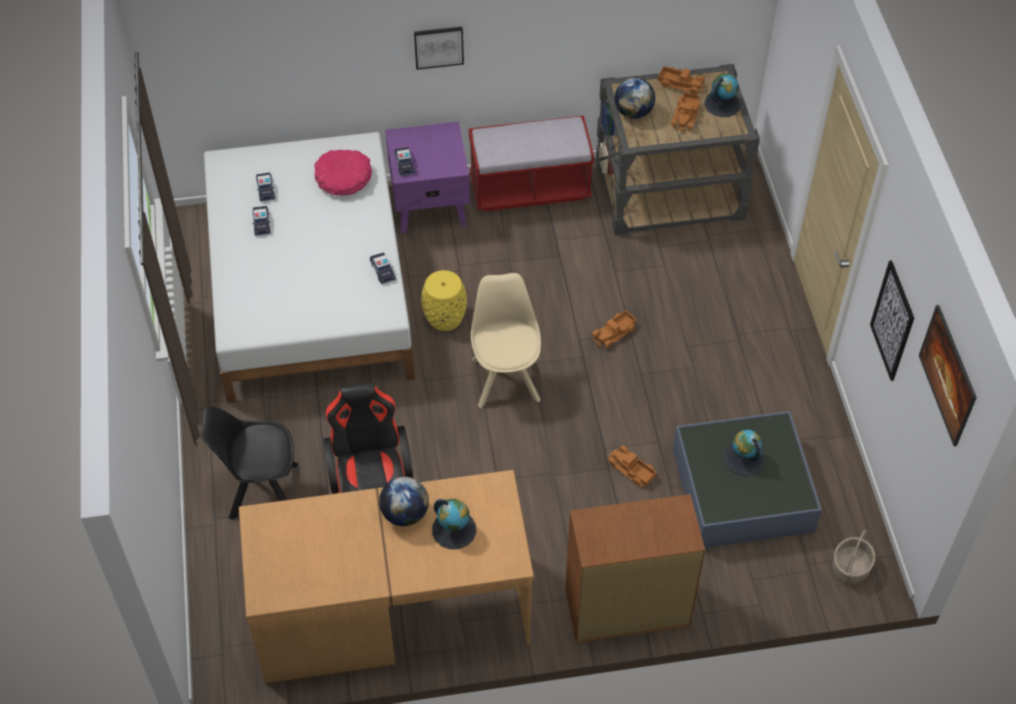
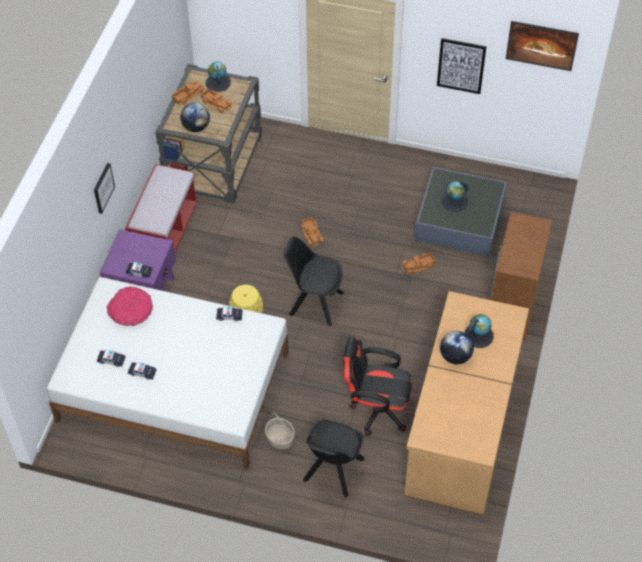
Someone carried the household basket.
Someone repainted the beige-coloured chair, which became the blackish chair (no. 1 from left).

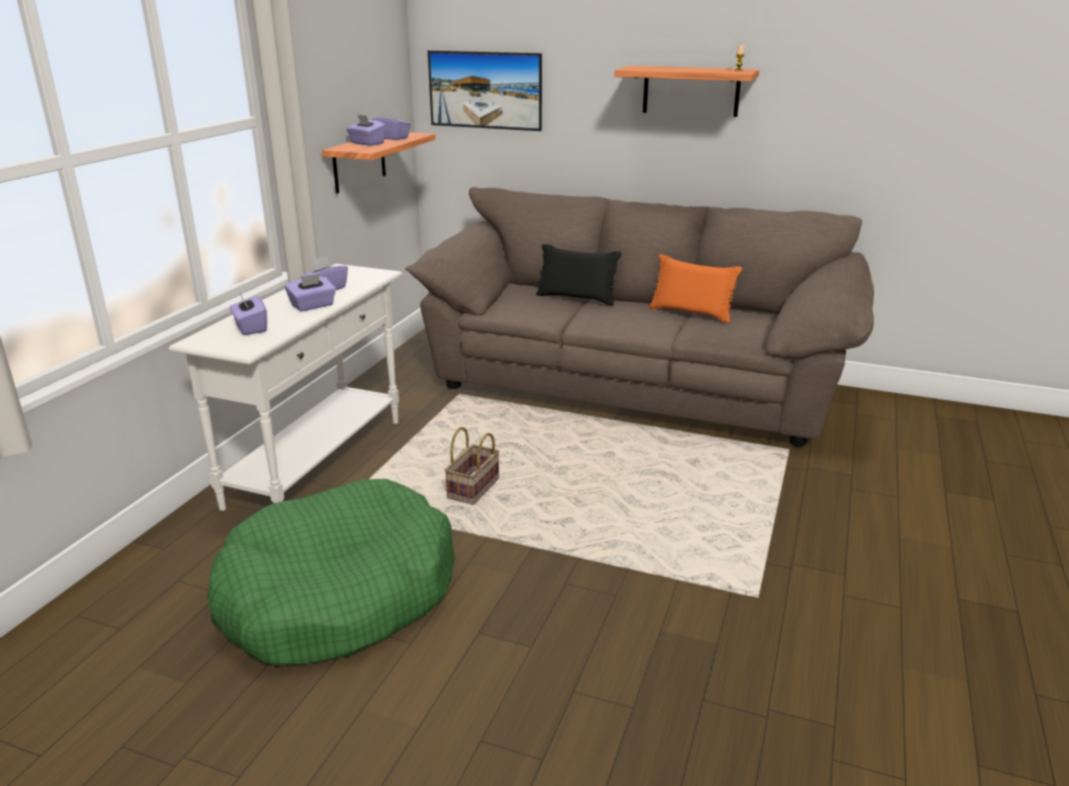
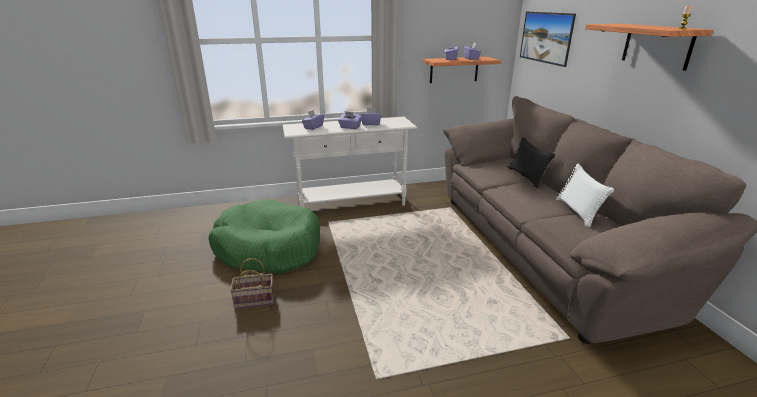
Someone carried the household basket.
Someone repainted the orange-coloured cushion, which became the white cushion.

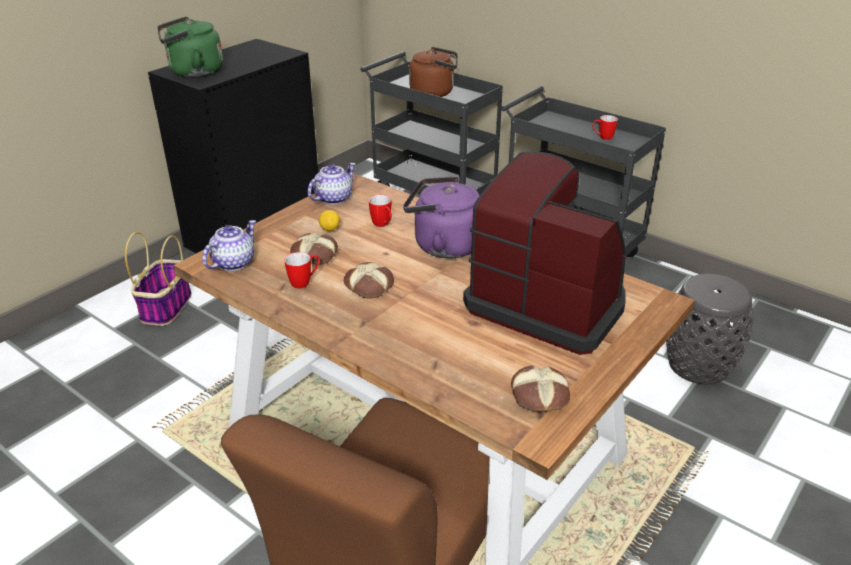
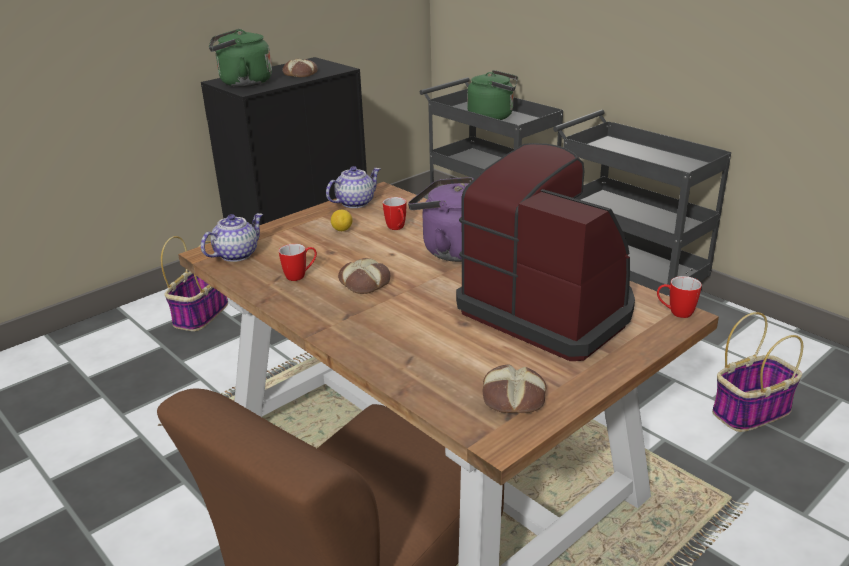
Someone carried the bakery bread (no. 1 from left).
Someone carried the coffee mug (no. 3 from left).
Someone swapped the gray stool seat for the household basket (no. 2 from left).
Someone repainted the brown-coloured tea kettle, which became the green-coloured tea kettle (no. 2 from left).

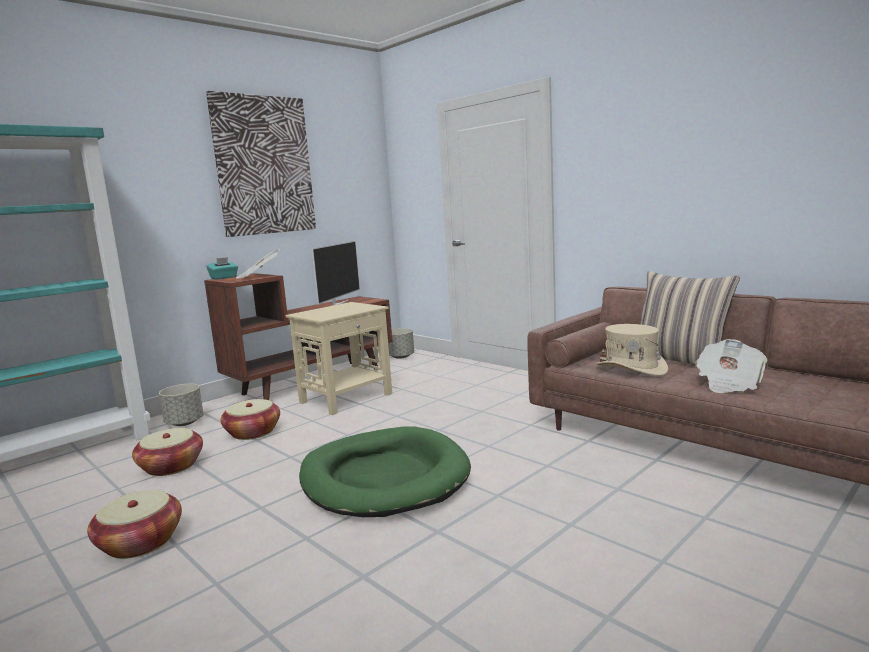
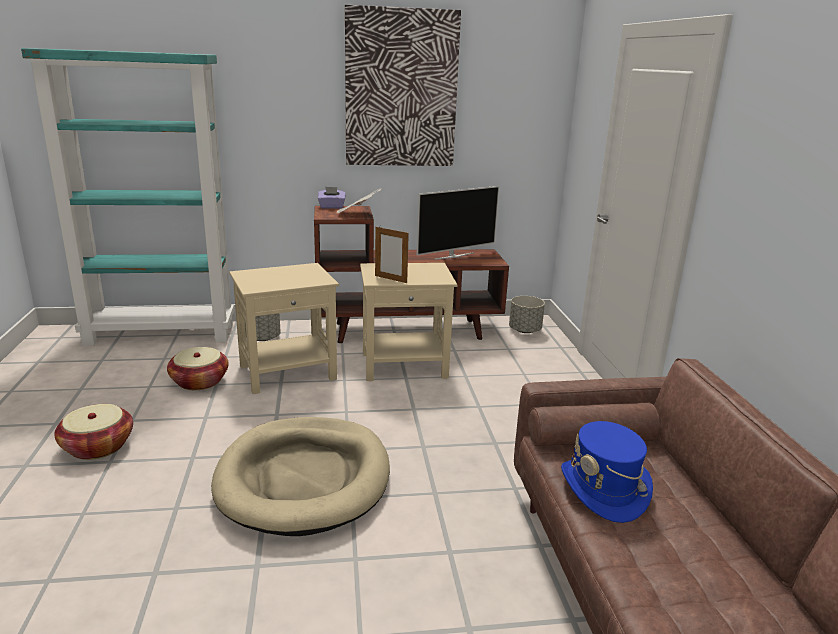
Someone took away the cushion.
Someone took away the printed paper (no. 2 from left).
Someone put down the photo frame.
Someone swapped the household basket (no. 3 from left) for the beige-coloured end table (no. 1 from left).
Someone repainted the turquoise tissue box, which became the purple tissue box.
Someone repainted the green-coloured pet bed, which became the beige-coloured pet bed.
Someone repainted the beige-coloured wearable hat, which became the blue-coloured wearable hat.

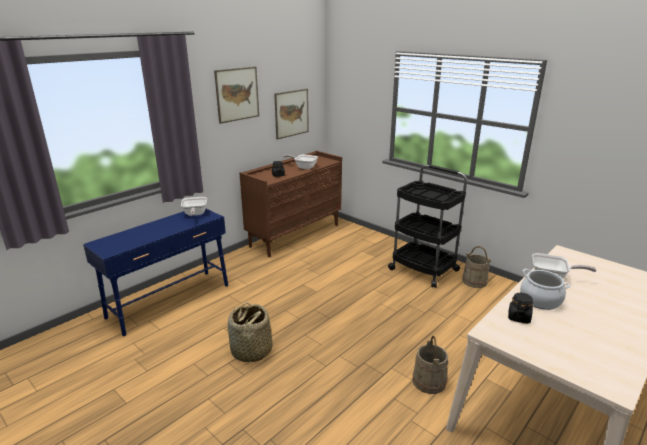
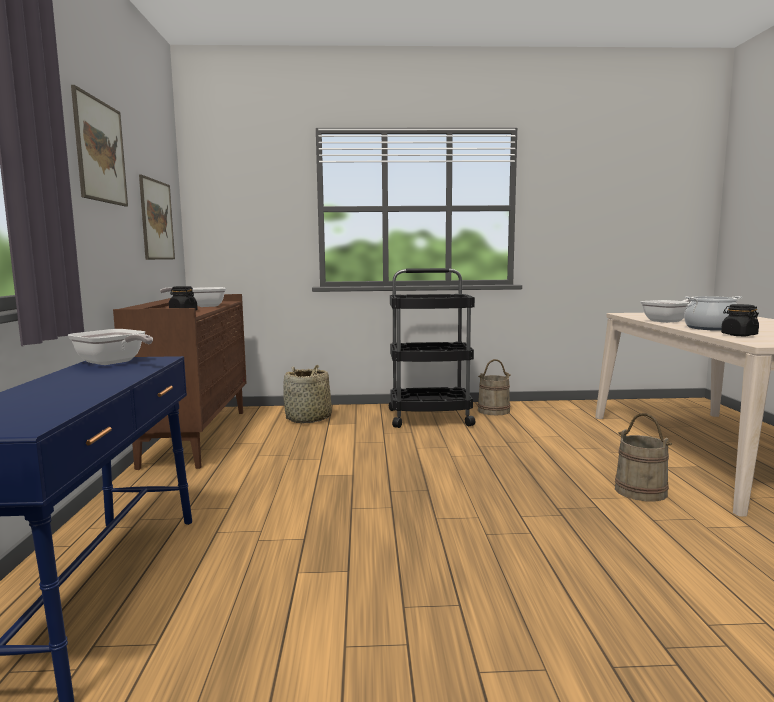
Someone carried the household basket.

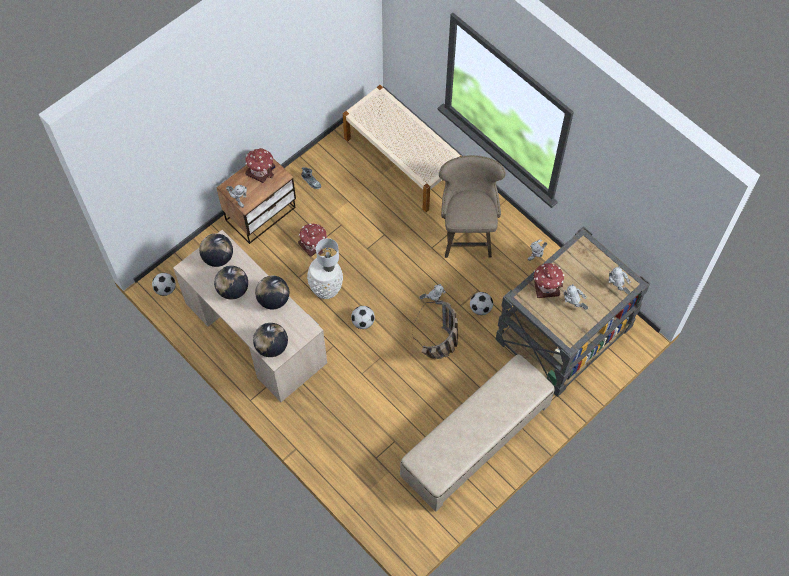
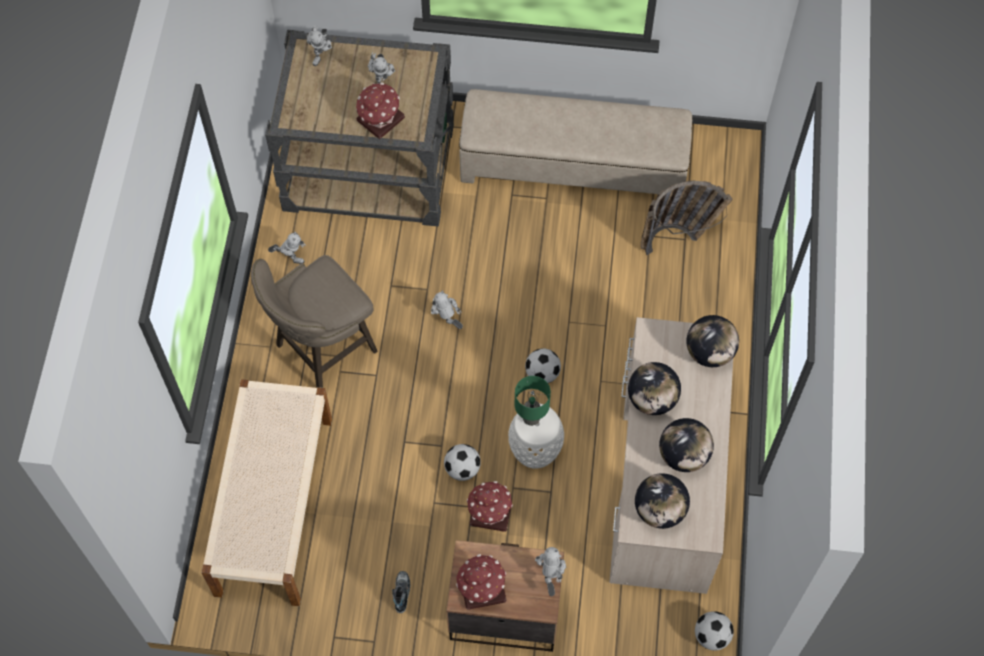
Someone carried the household basket.
Someone carried the football ball (no. 3 from left in the first image).
Someone repainted the white tabletop lamp, which became the green-coloured tabletop lamp.

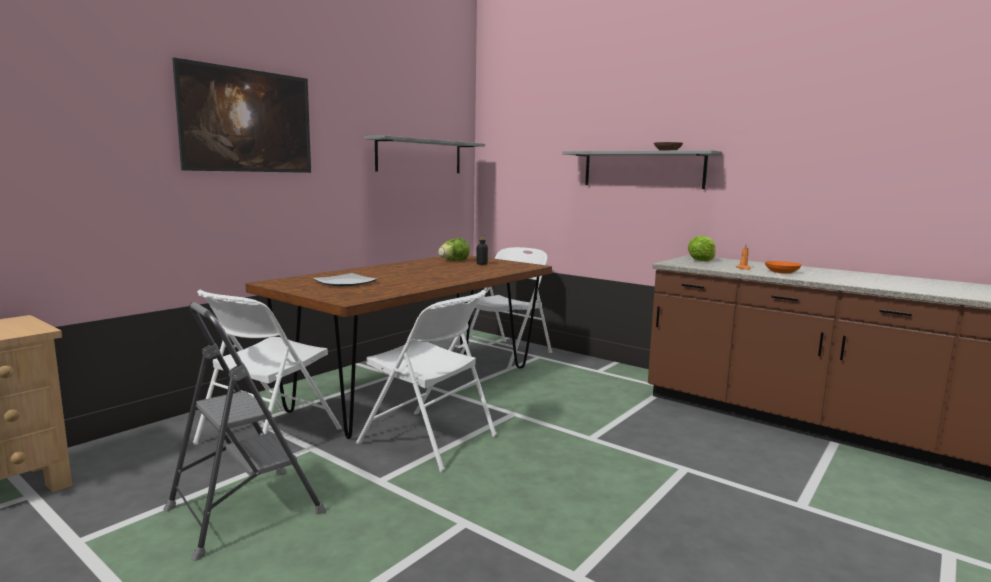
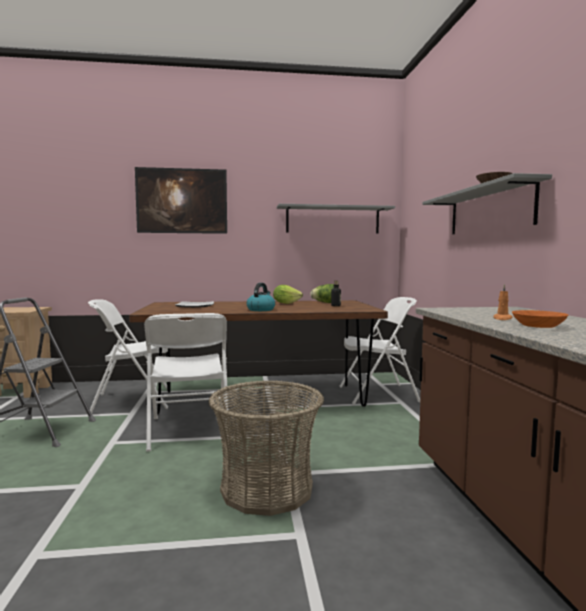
Someone put down the household basket.
Someone put down the tea kettle.
Someone carried the lettuce (no. 2 from left in the first image).

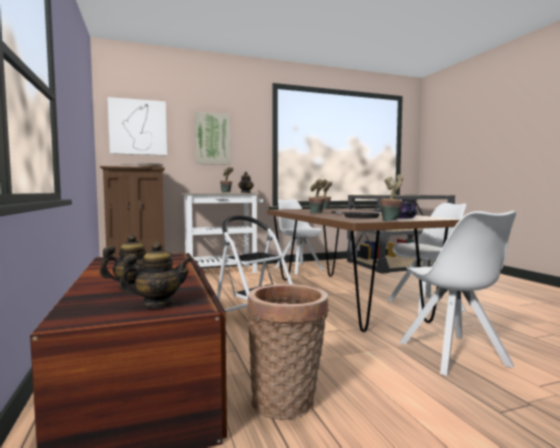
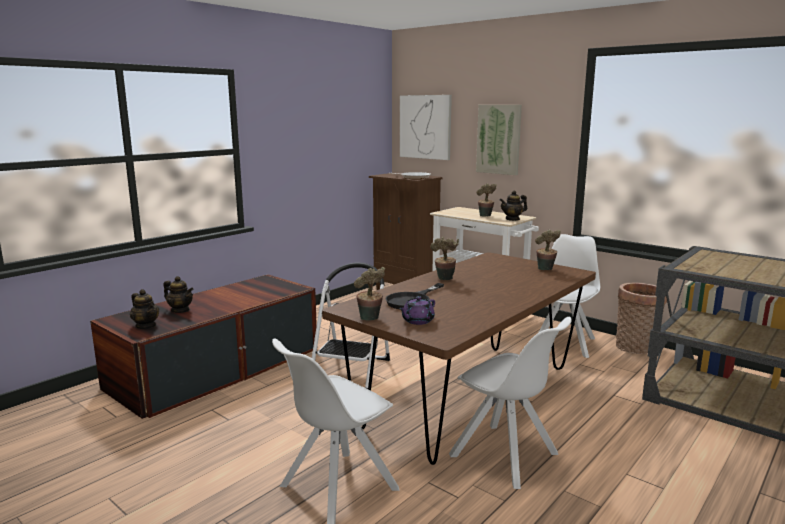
Someone carried the household basket.

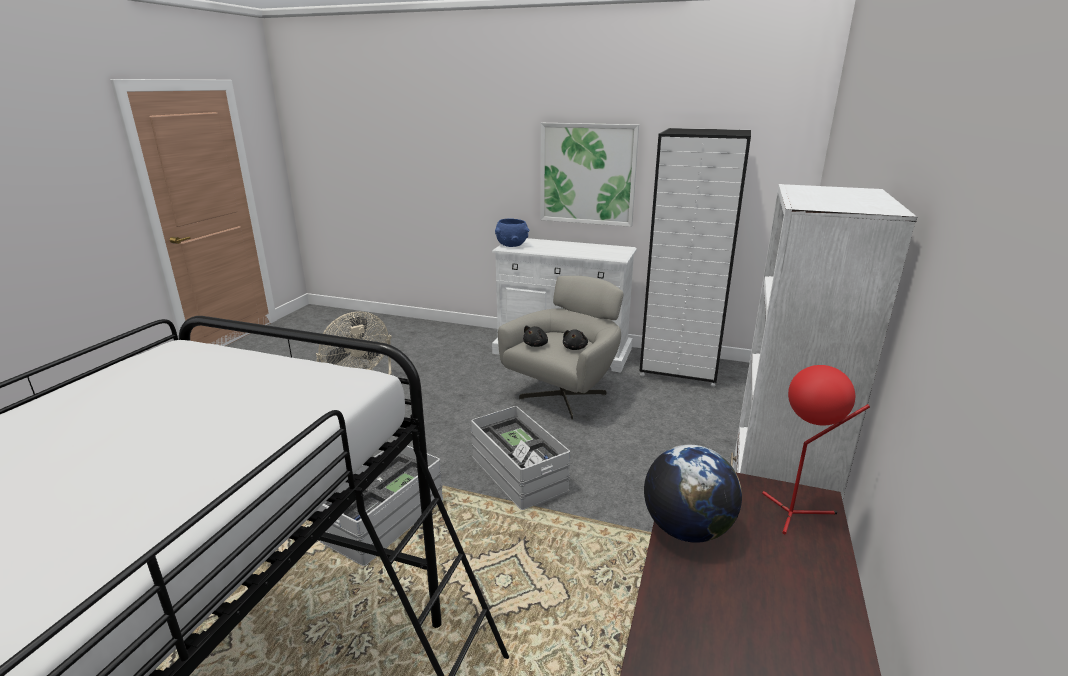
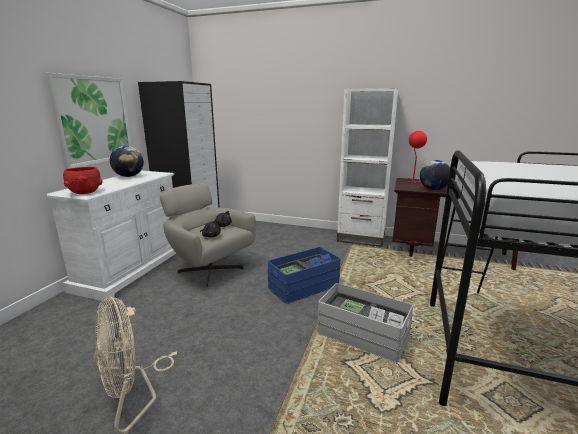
Someone put down the desk globe (no. 1 from left).
Someone repainted the gray storage box (no. 2 from left), which became the blue-coloured storage box.
Someone repainted the blue-coloured bowl, which became the red-coloured bowl.

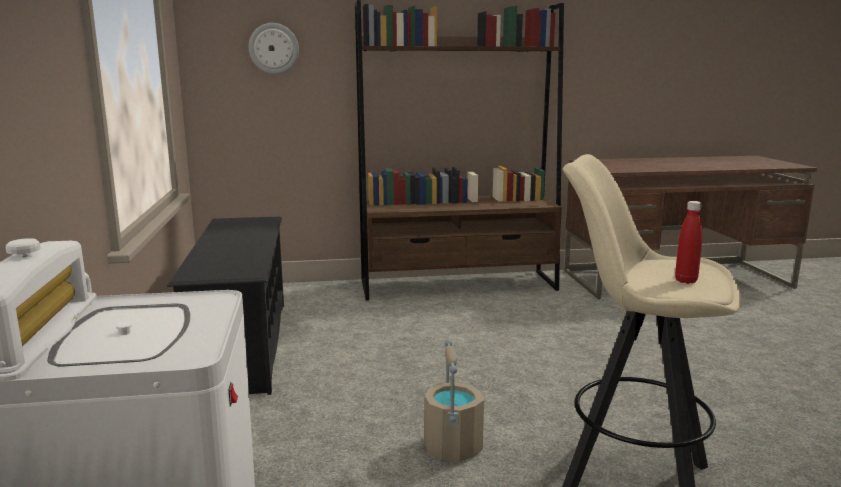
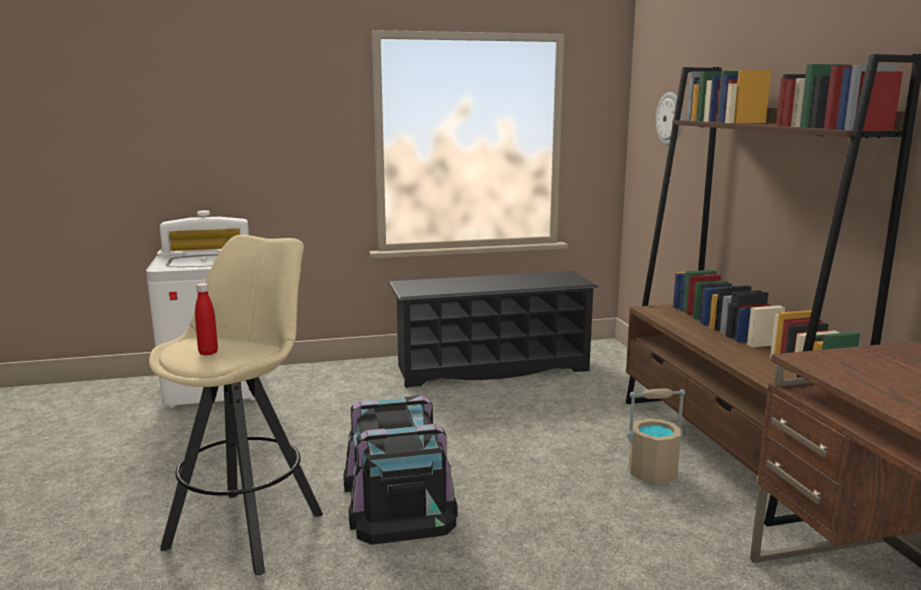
Someone put down the blackish storage box.
Someone carried the beige-coloured water bucket.

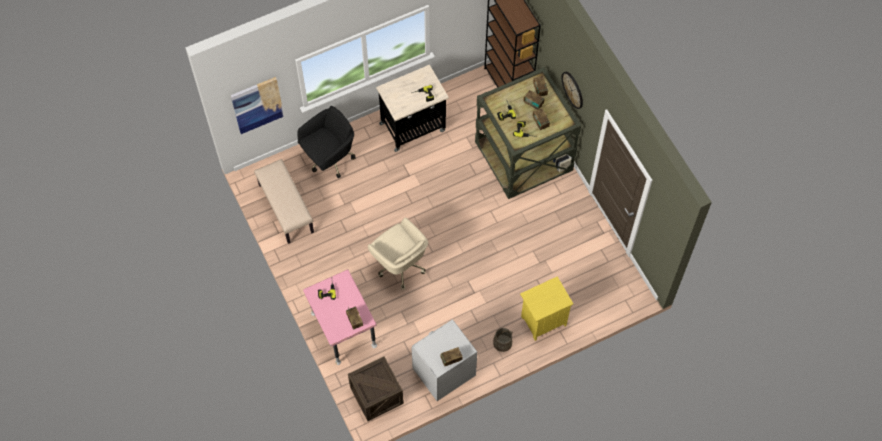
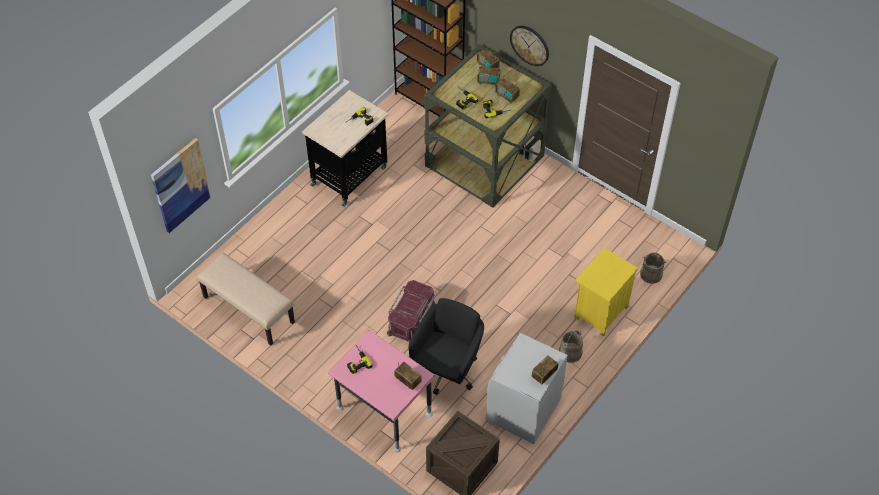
Someone put down the beige-coloured water bucket (no. 2 from left).
Someone carried the blackish computer chair.
Someone swapped the beige-coloured computer chair for the red-coloured storage box.

